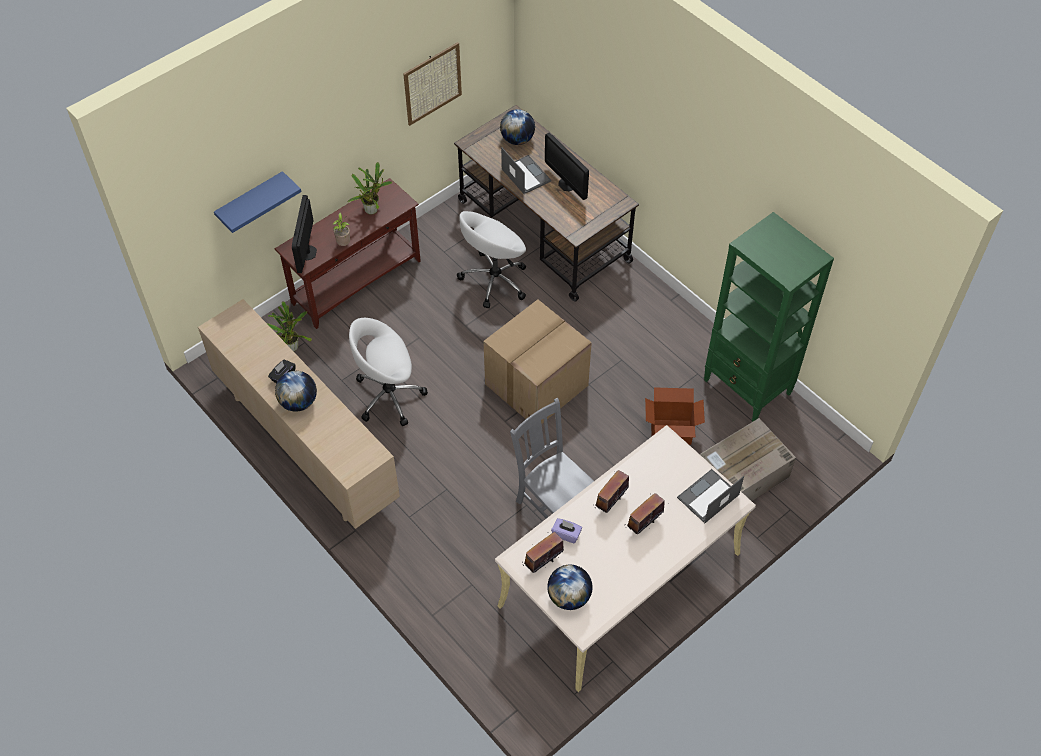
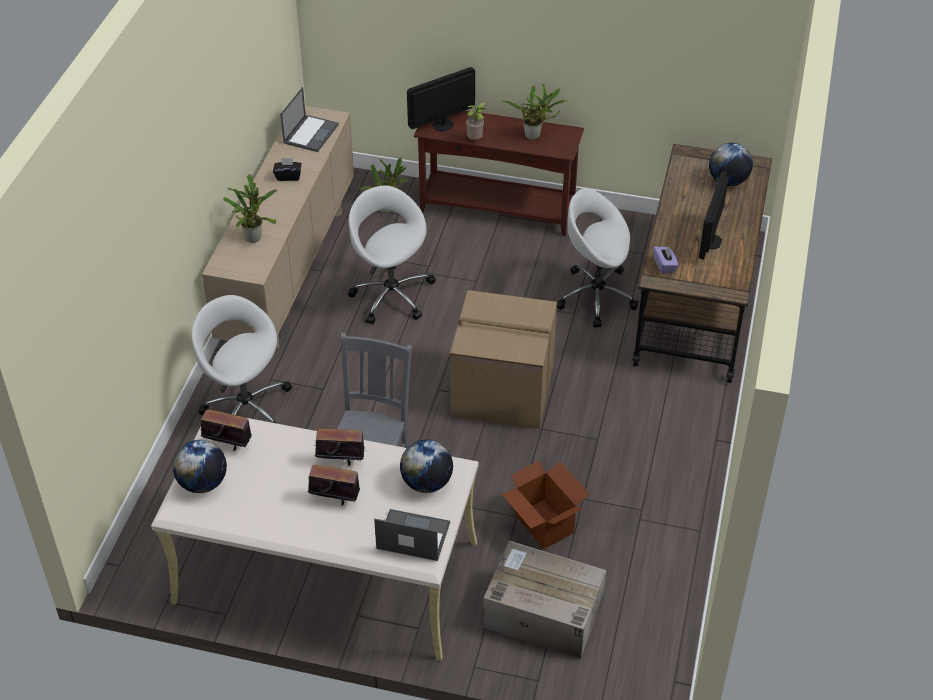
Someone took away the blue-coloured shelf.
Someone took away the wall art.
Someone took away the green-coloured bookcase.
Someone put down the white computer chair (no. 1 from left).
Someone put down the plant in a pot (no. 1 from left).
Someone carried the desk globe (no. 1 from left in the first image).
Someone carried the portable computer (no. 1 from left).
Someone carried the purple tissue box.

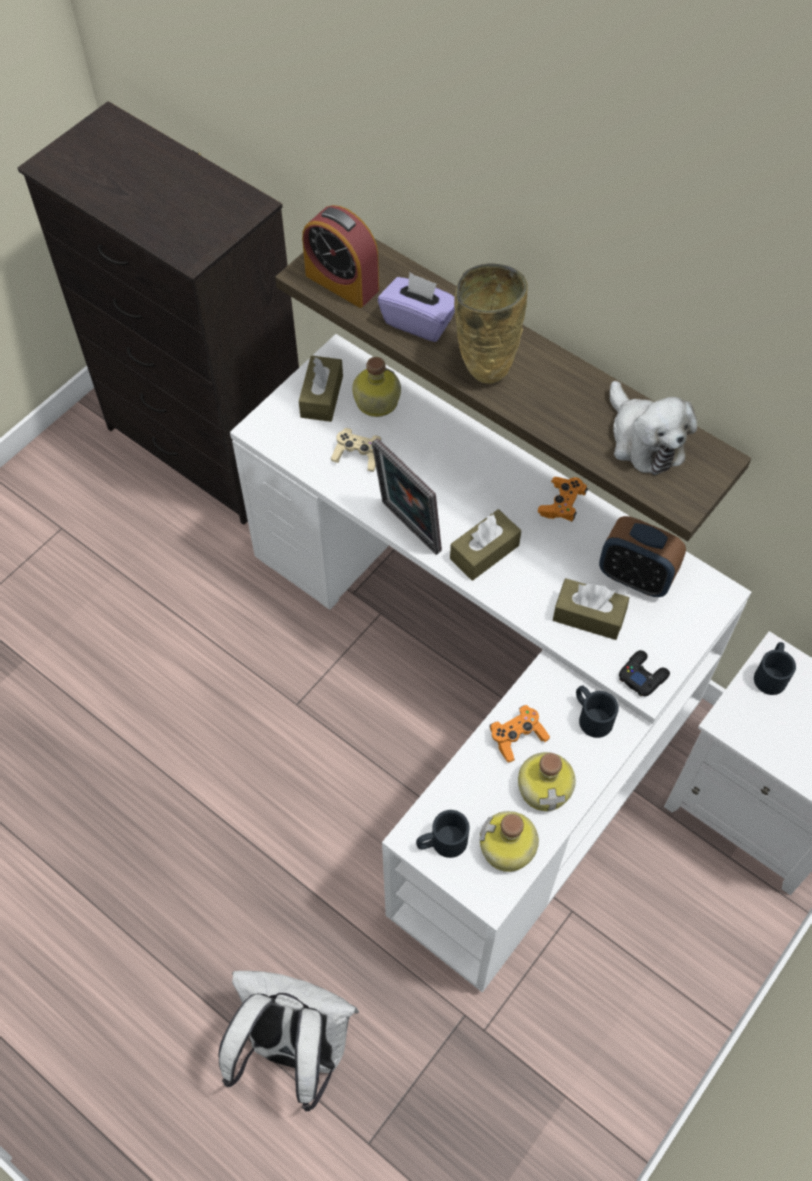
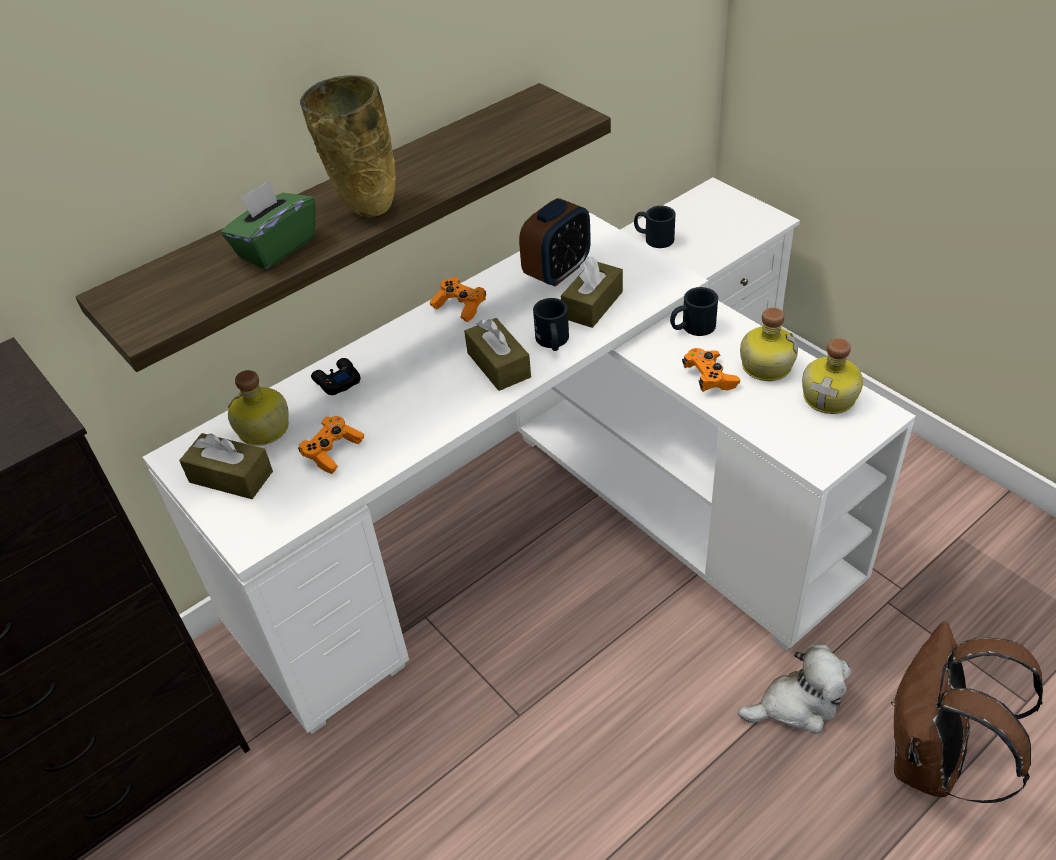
Someone took away the alarm clock (no. 1 from left).
Someone took away the photo frame.
Someone carried the blackish coffee mug (no. 1 from left).
Someone carried the plush toy.
Someone carried the blackish game controller.
Someone repainted the white rucksack, which became the brown-coloured rucksack.
Someone repainted the beige-coloured game controller, which became the orange-coloured game controller (no. 1 from left).
Someone repainted the purple tissue box, which became the green-coloured tissue box.

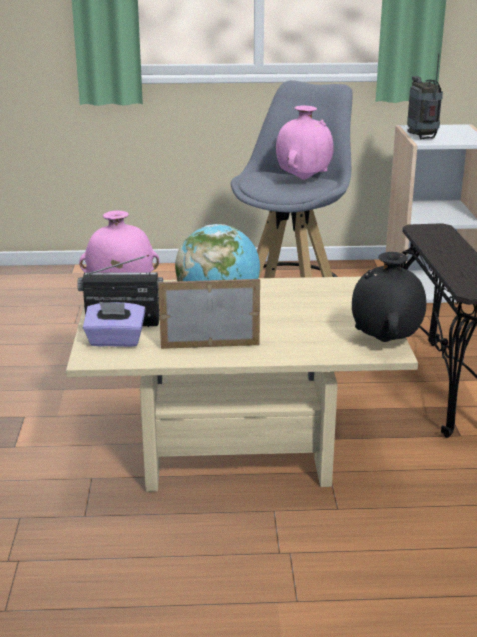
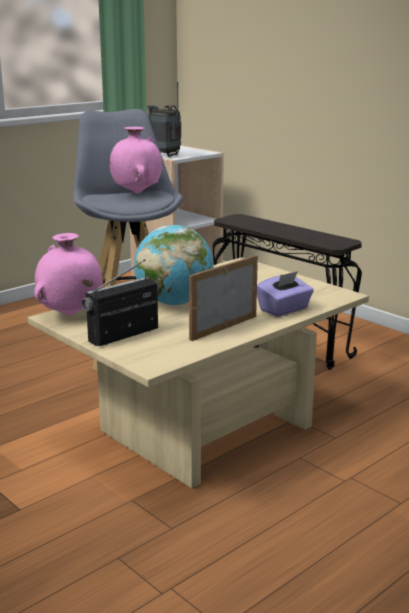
Someone took away the blackish decorative vase.
Someone carried the purple tissue box.

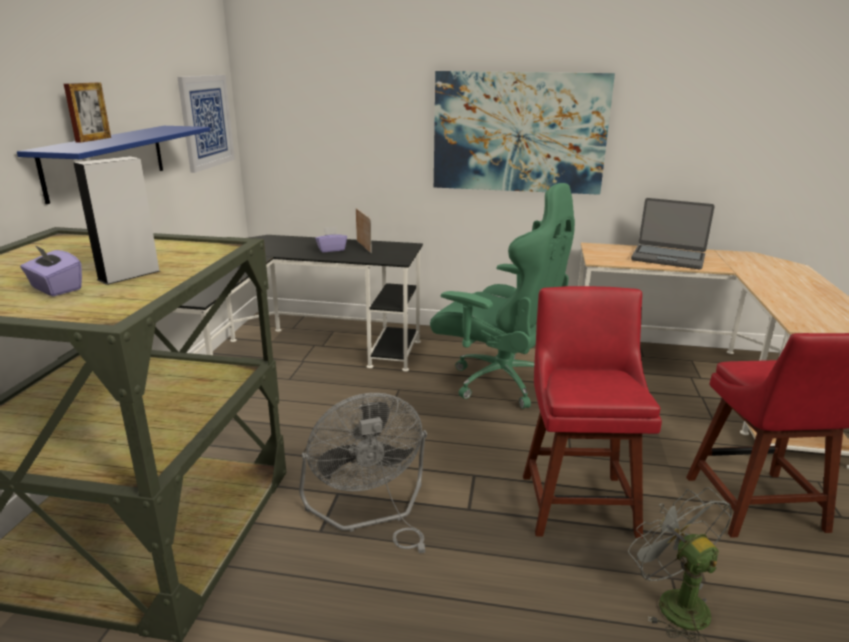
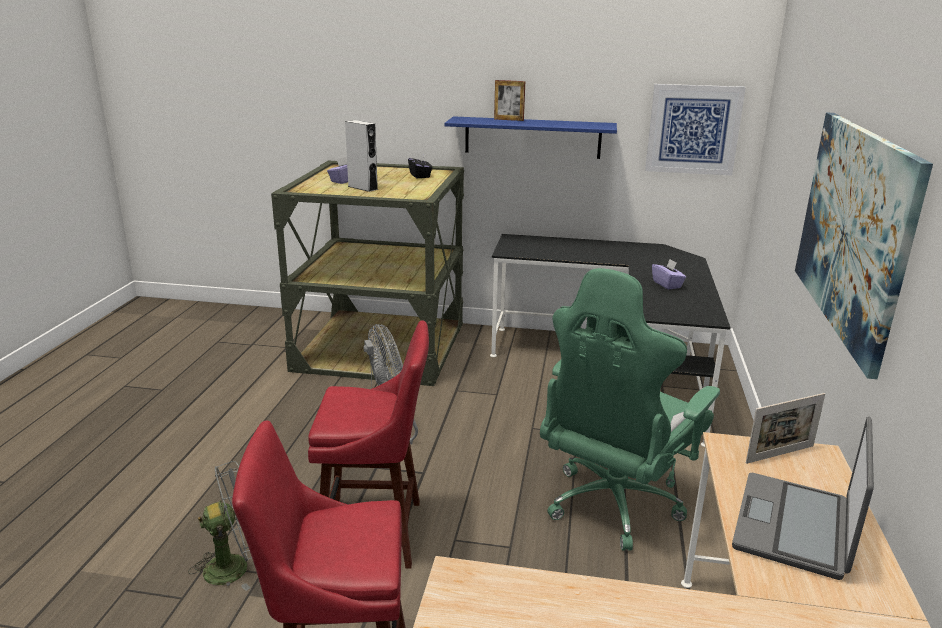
Someone put down the blackish tissue box.
Someone carried the photo frame (no. 2 from left).

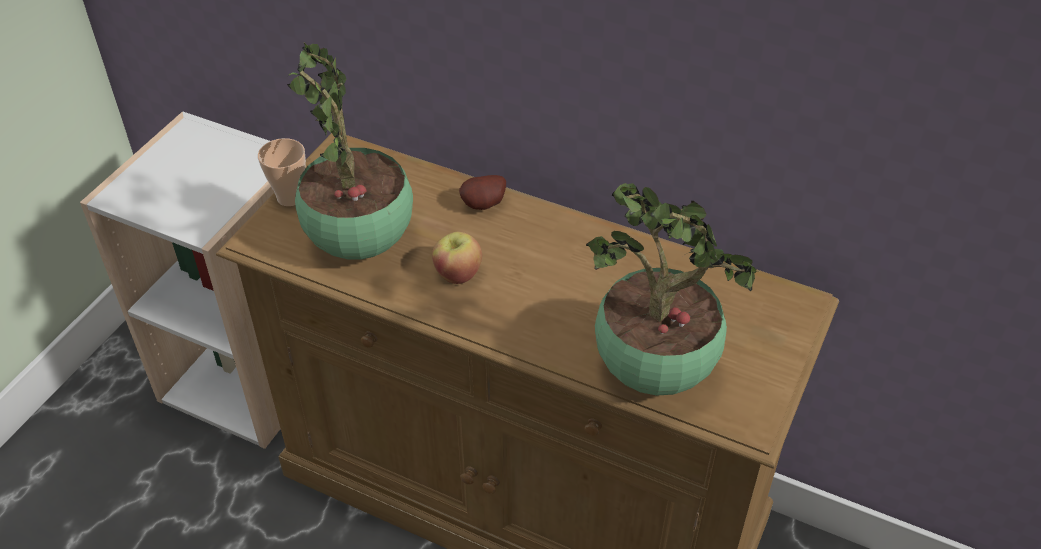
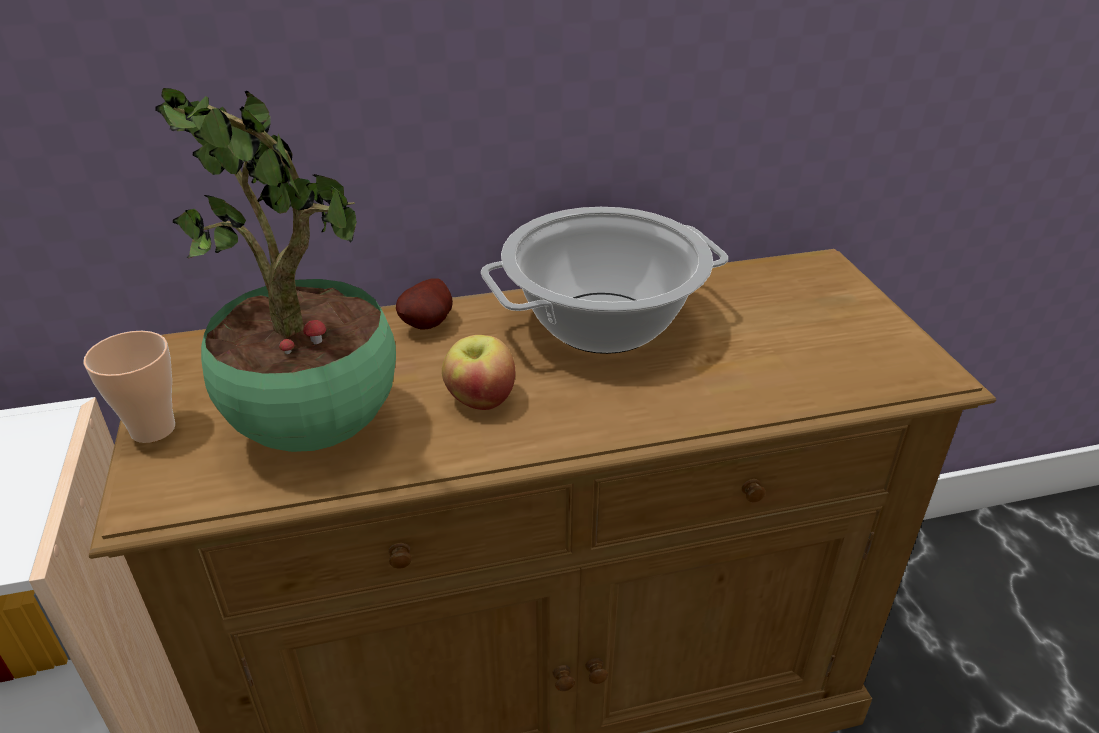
Someone took away the plant in a pot (no. 2 from left).
Someone put down the cooking pot.

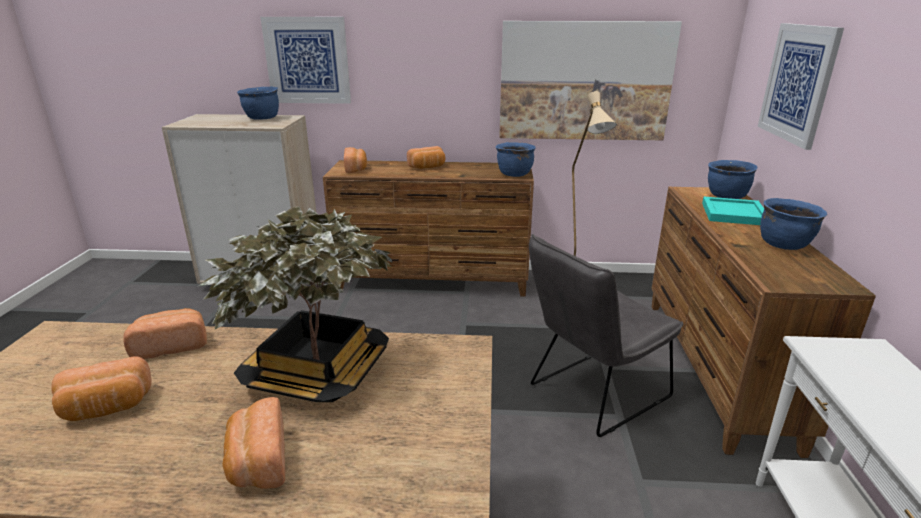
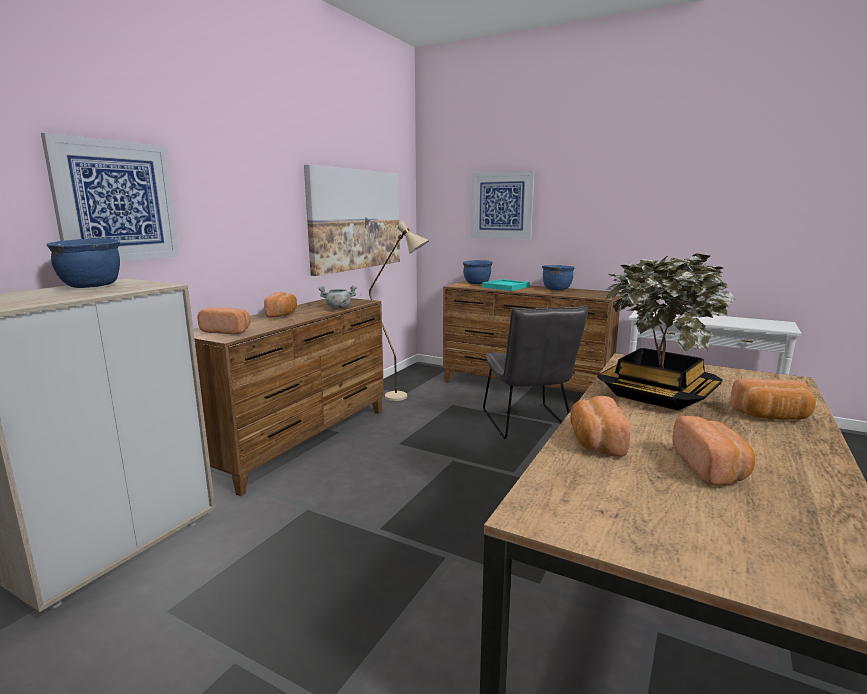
Someone took away the blue-coloured cooking pot (no. 2 from left).
Someone put down the gray cooking pot.

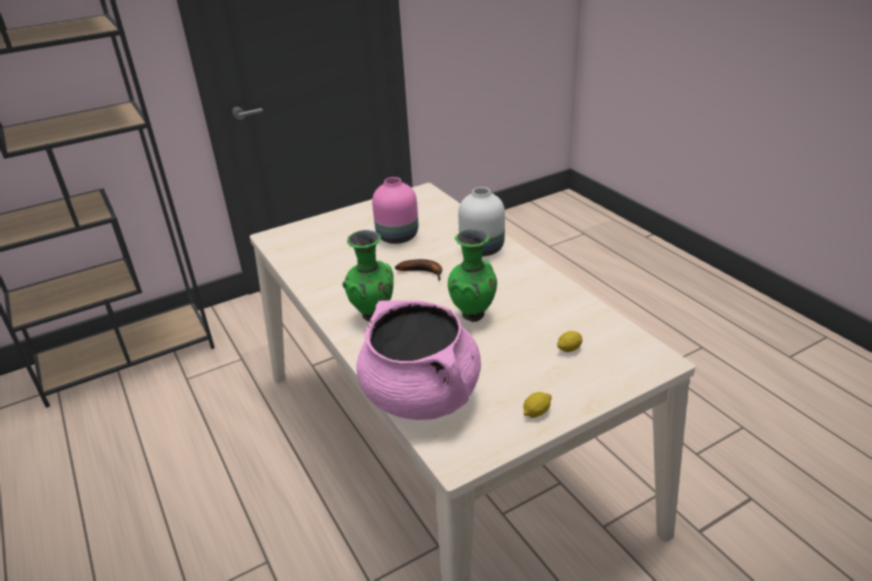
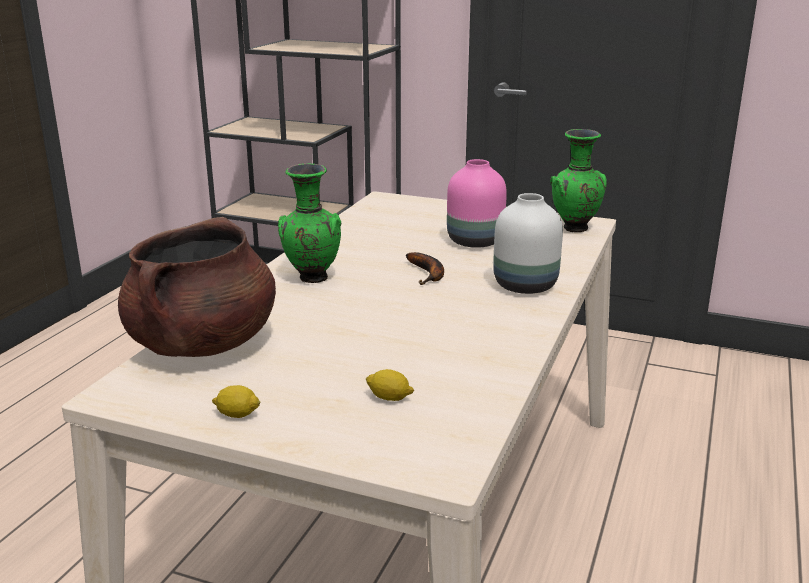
Someone carried the green-coloured decorative vase (no. 2 from left).
Someone repainted the pinkish cooking pot, which became the brown-coloured cooking pot.

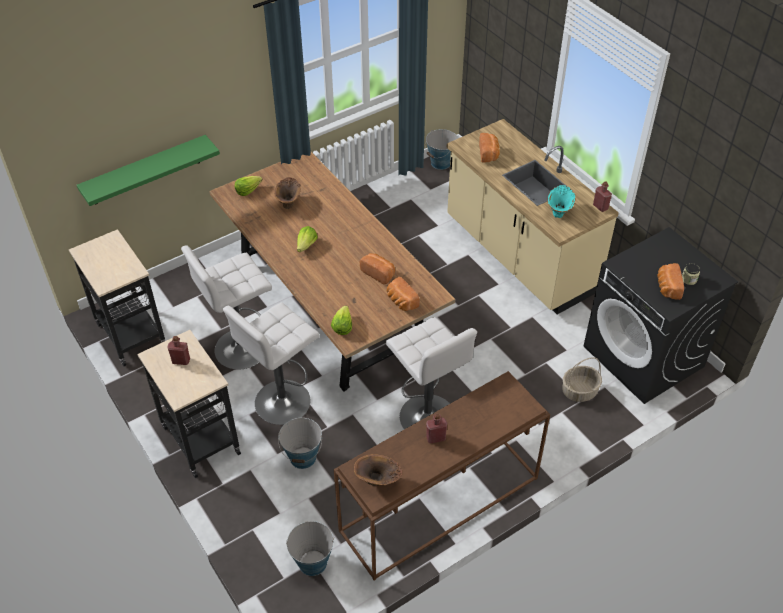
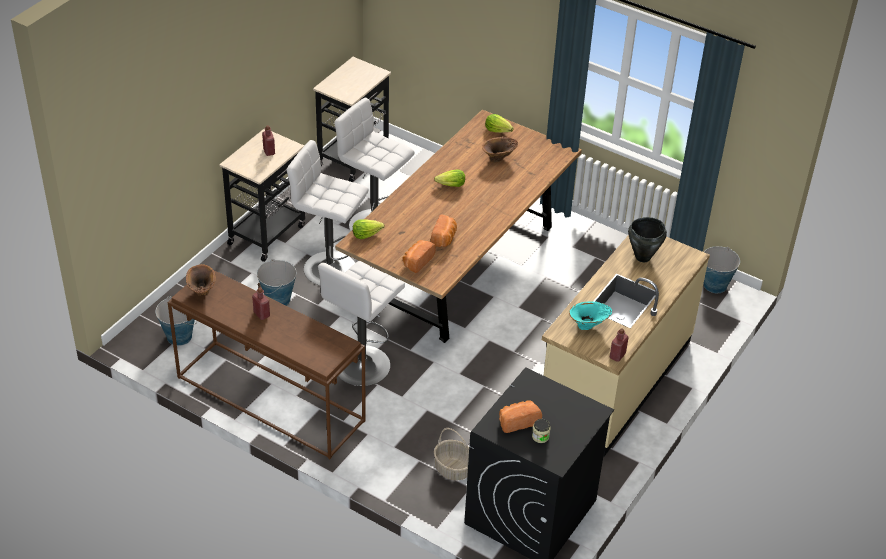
Someone took away the green-coloured shelf.
Someone swapped the bakery bread (no. 3 from left) for the blackish cooking pot.

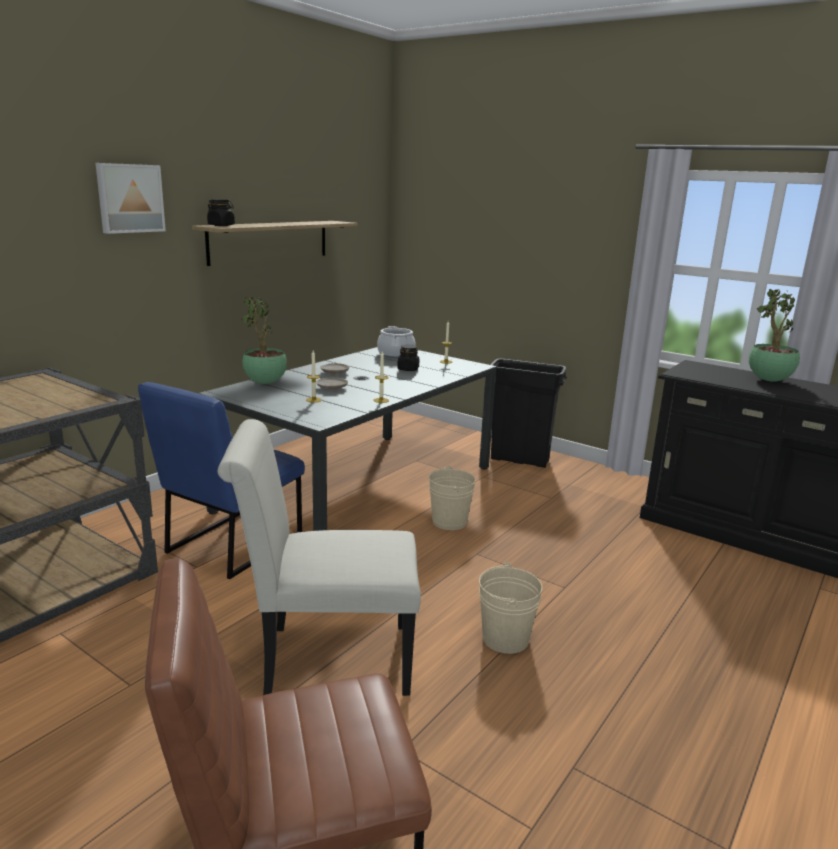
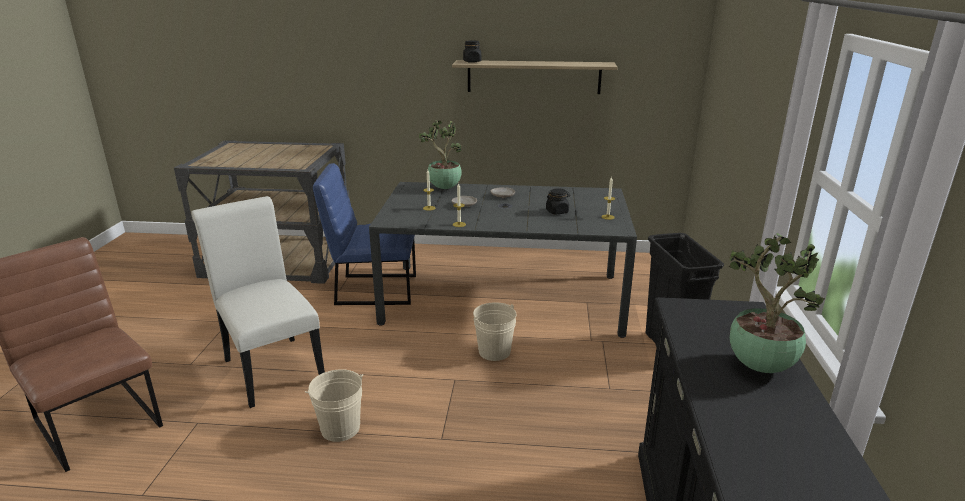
Someone took away the wall art.
Someone took away the cooking pot.

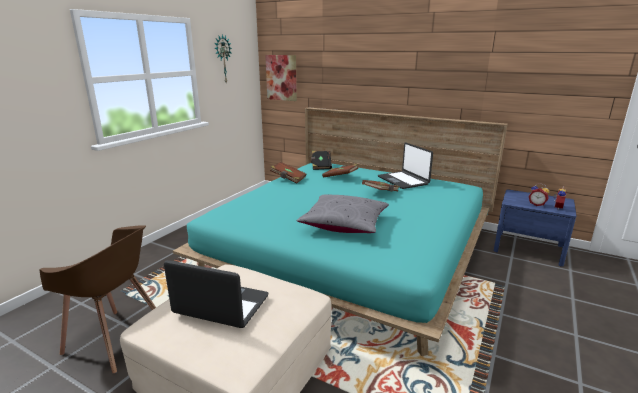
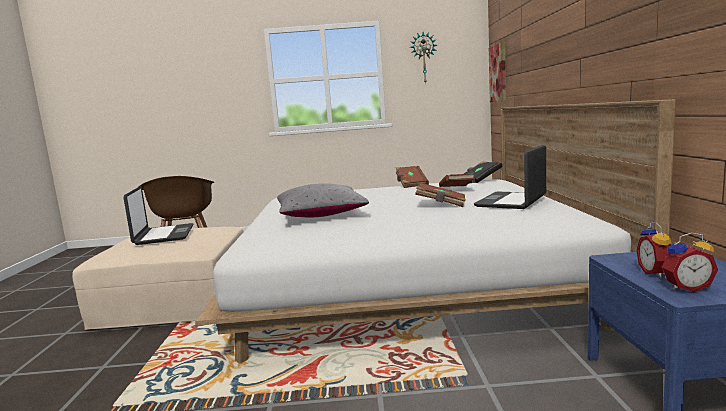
Someone repainted the turquoise bedroom bed, which became the white bedroom bed.

